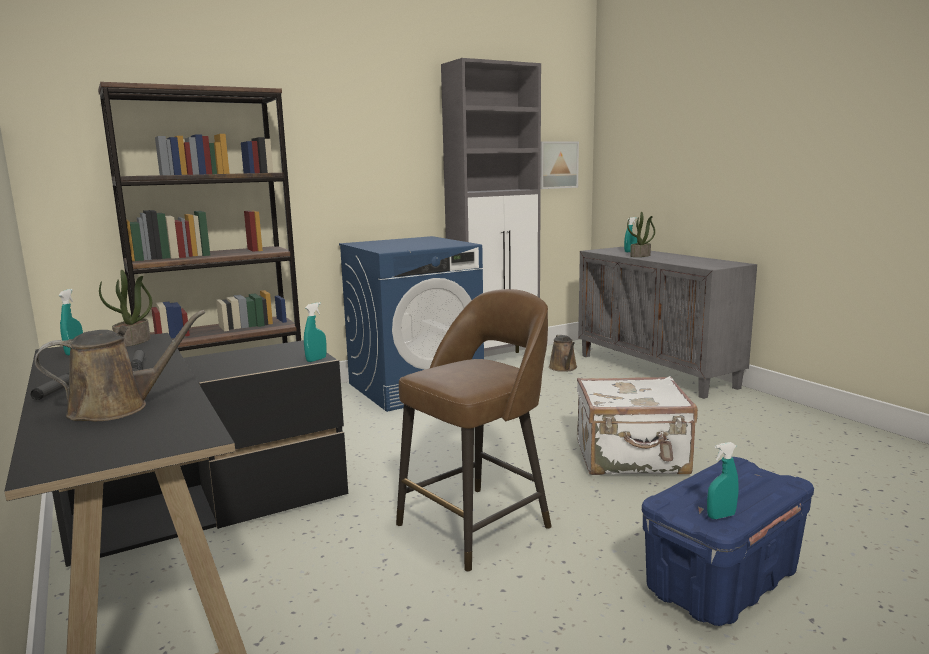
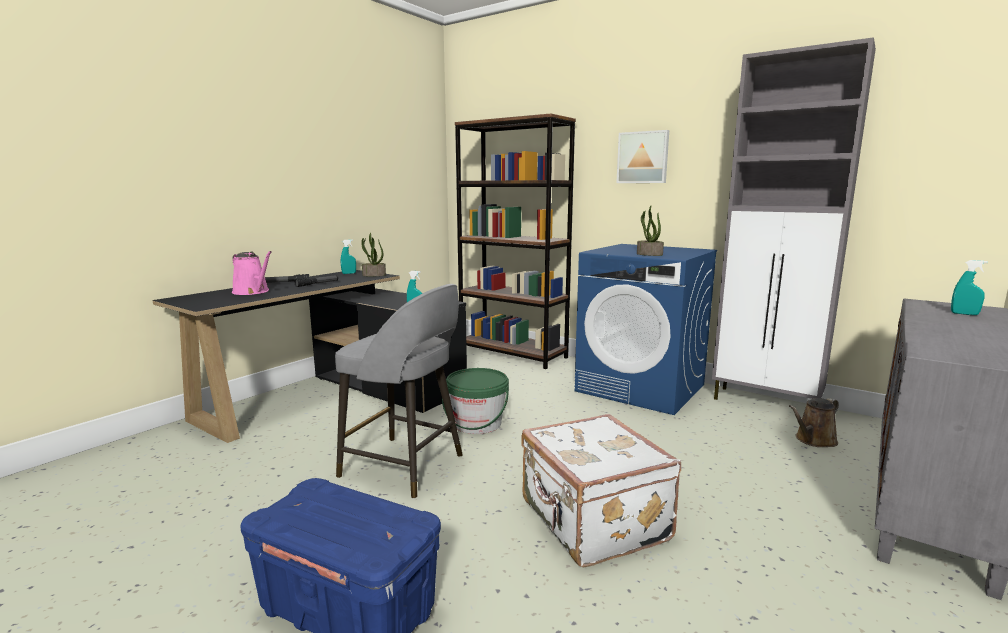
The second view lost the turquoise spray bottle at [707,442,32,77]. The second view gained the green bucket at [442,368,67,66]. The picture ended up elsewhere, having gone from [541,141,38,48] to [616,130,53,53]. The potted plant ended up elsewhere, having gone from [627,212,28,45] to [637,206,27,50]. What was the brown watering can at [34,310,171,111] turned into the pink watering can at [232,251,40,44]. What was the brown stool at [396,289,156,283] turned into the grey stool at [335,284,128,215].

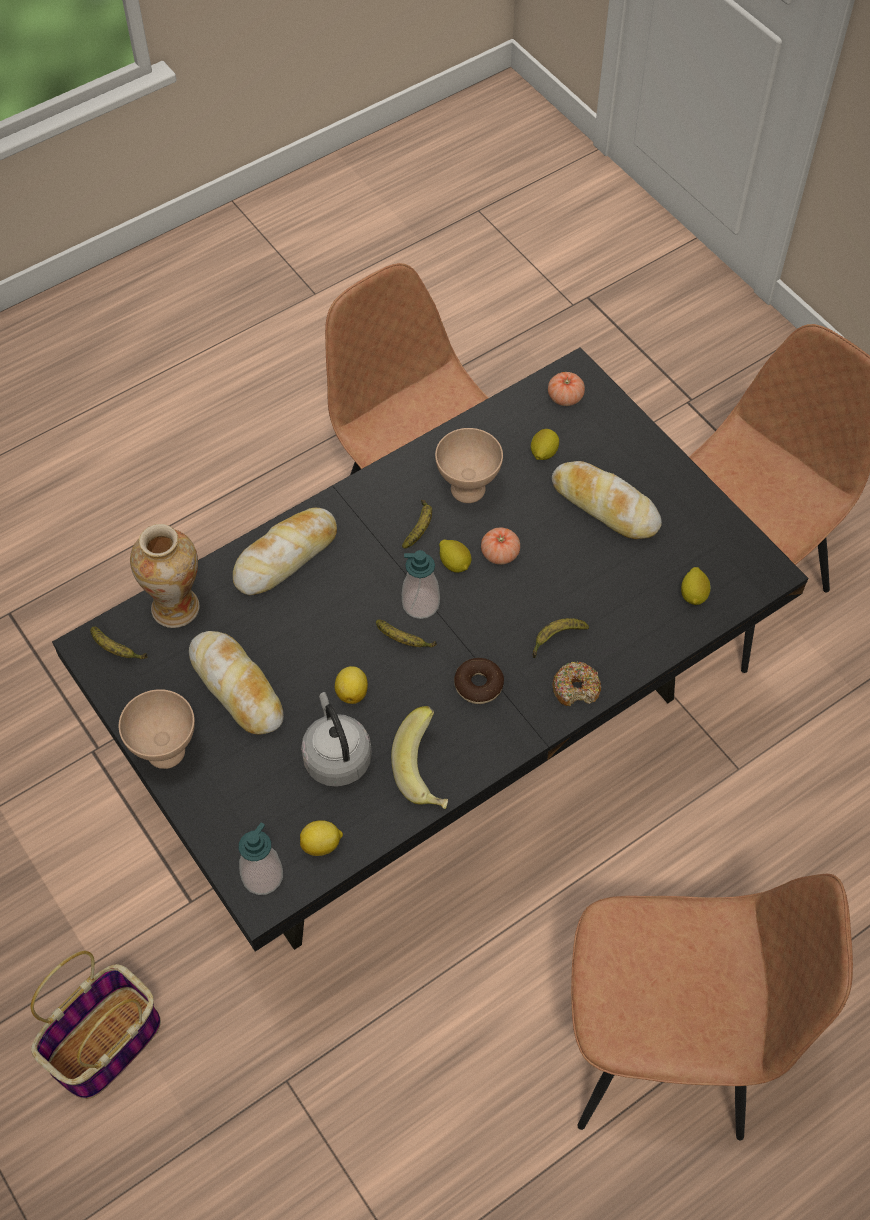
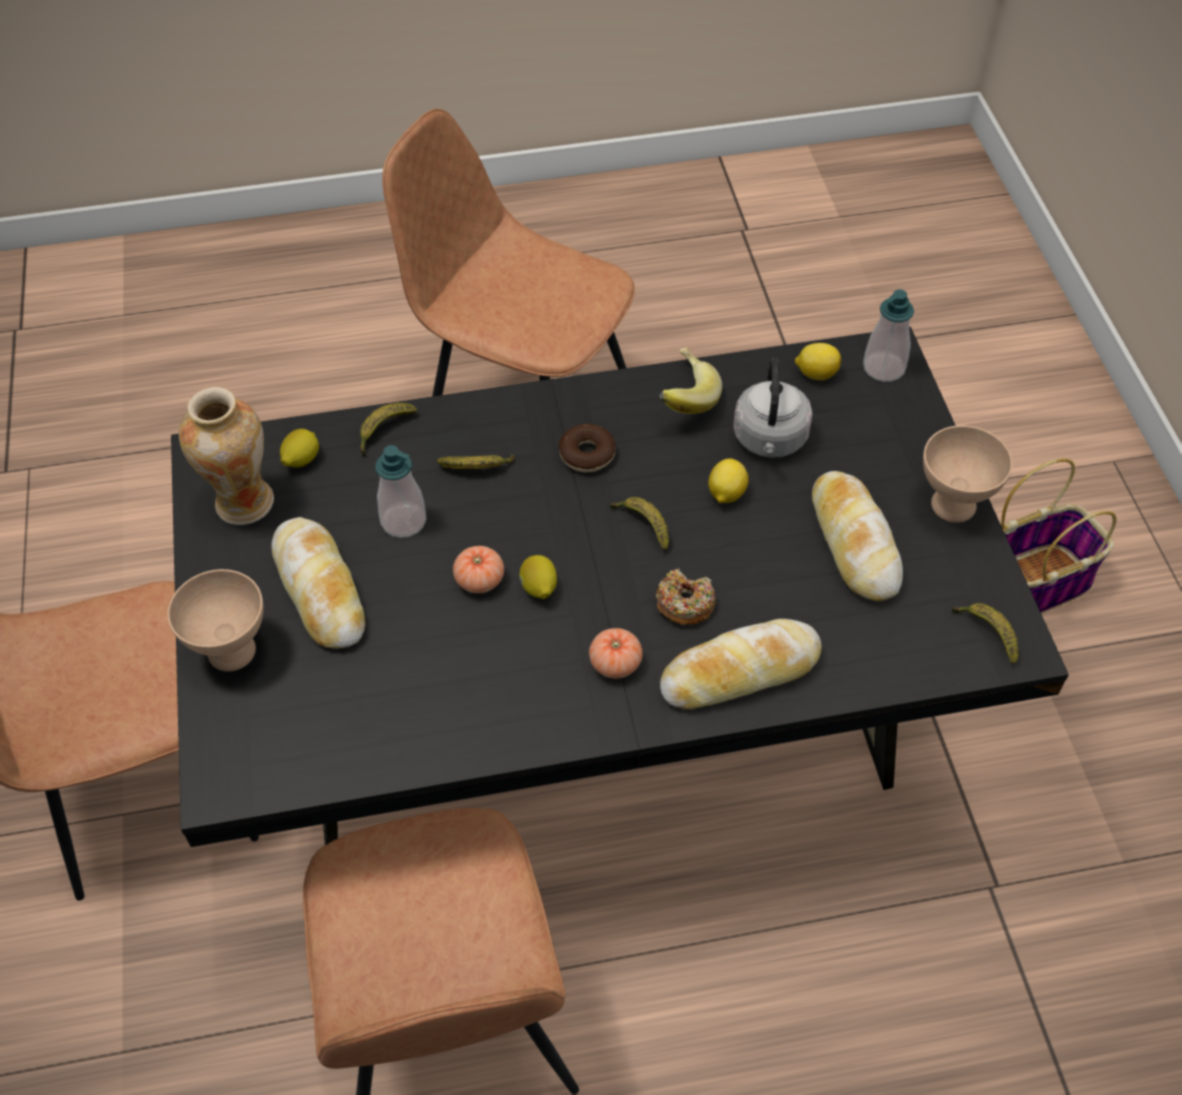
The second view lost the lemon at [531,429,28,31]. The vase ended up elsewhere, having gone from [130,524,69,104] to [179,387,95,138]. The banana ended up elsewhere, having gone from [402,500,30,49] to [360,403,58,53]. The soap dispenser ended up elsewhere, having gone from [402,550,38,69] to [375,445,51,93]. The beige bowl ended up elsewhere, having gone from [435,428,68,75] to [167,569,97,102]. The tomato ended up elsewhere, having gone from [548,372,37,34] to [589,628,54,50]. The donut ended up elsewhere, having gone from [552,661,49,45] to [656,568,60,57].

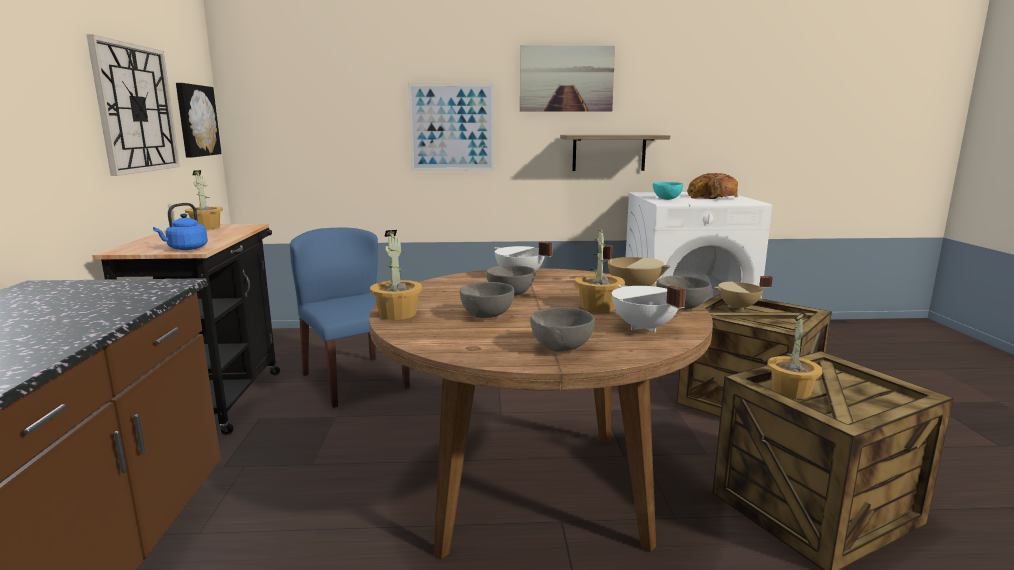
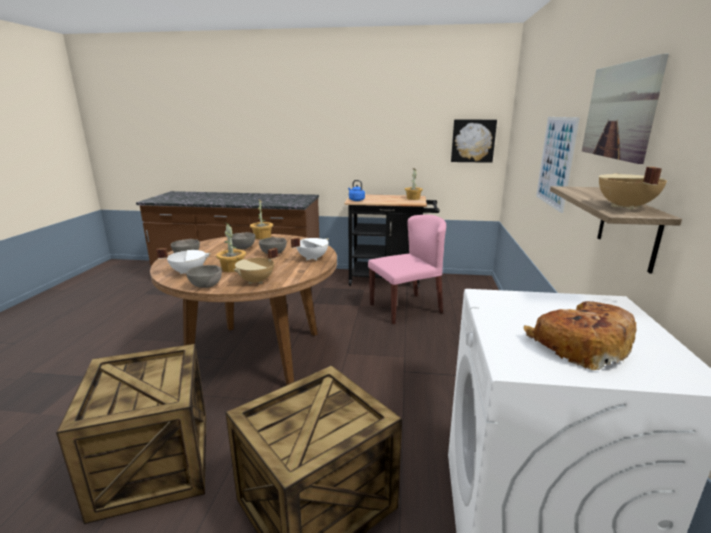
The second view lost the wall clock at [87,35,93,141]. The second view lost the turquoise bowl at [653,182,30,18]. The second view lost the potted plant at [767,312,56,87]. The beige cooking pot ended up elsewhere, having gone from [714,276,59,35] to [599,167,68,43]. What was the blue chair at [290,227,120,181] turned into the pink chair at [368,215,78,109].

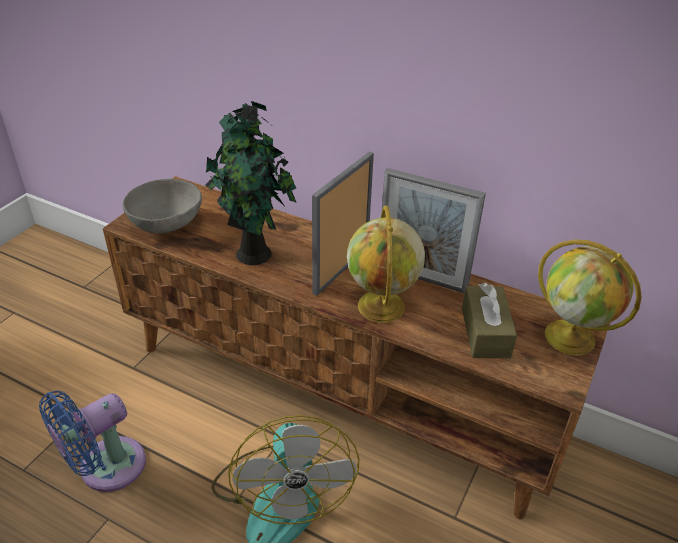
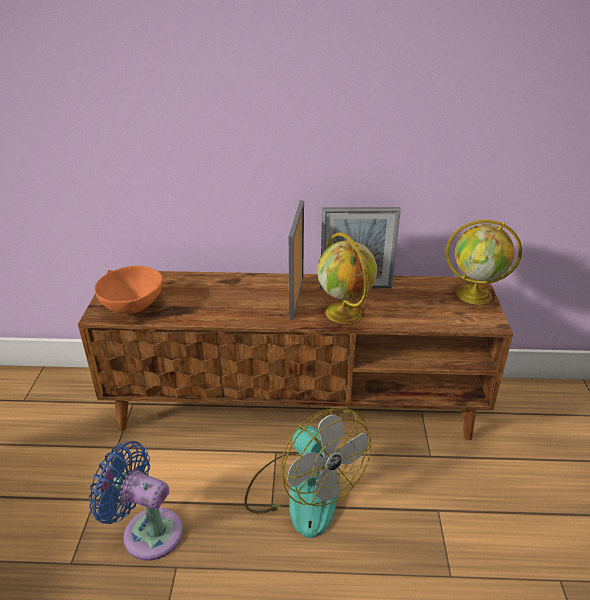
The second view lost the potted plant at [205,101,92,164]. The second view lost the brown tissue box at [462,283,55,75]. What was the grey bowl at [123,179,79,55] turned into the orange bowl at [95,266,68,48]. The blue fan at [39,391,107,101] ended up facing another way, 90 degrees clockwise from before.

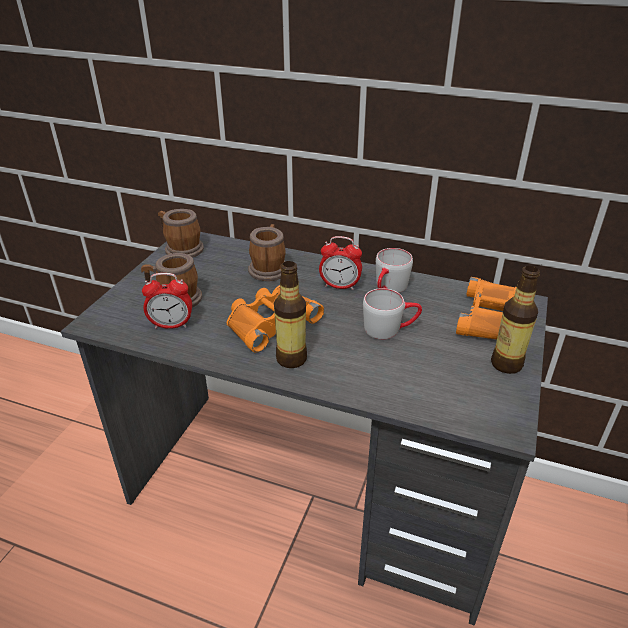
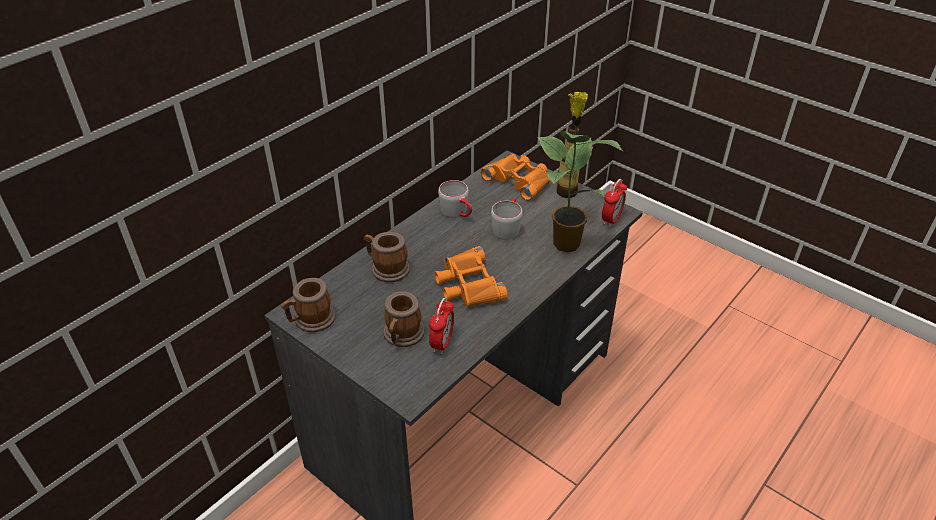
The second view lost the bottle at [274,261,33,107]. The second view gained the potted plant at [537,91,86,161]. The alarm clock ended up elsewhere, having gone from [319,236,43,54] to [602,179,25,48].

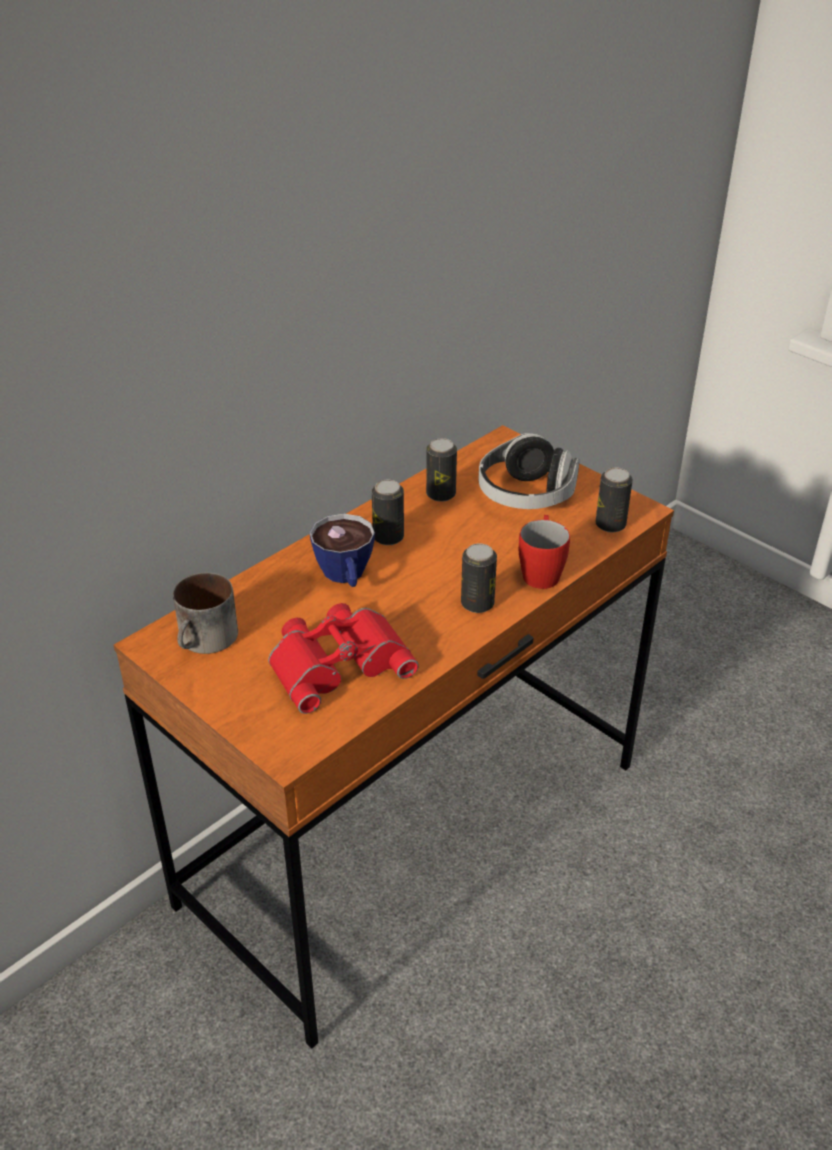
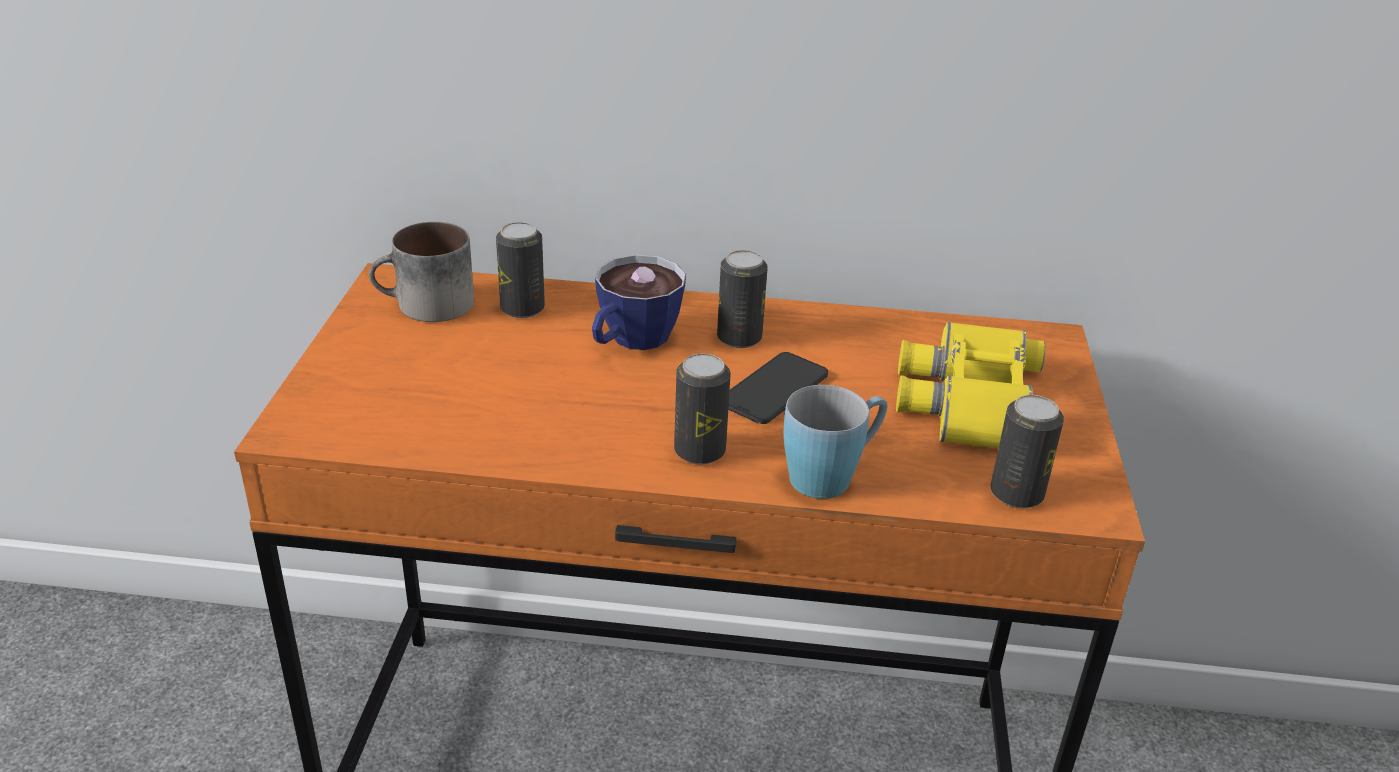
The second view lost the red binoculars at [268,603,151,111]. The second view gained the phone at [728,352,100,72]. The can ended up elsewhere, having gone from [426,438,31,64] to [496,222,49,96]. Where the headphones stood at [479,433,100,76], the yellow binoculars came to stand at [896,322,150,126]. What was the red mug at [519,515,51,74] turned into the blue mug at [783,385,104,114].

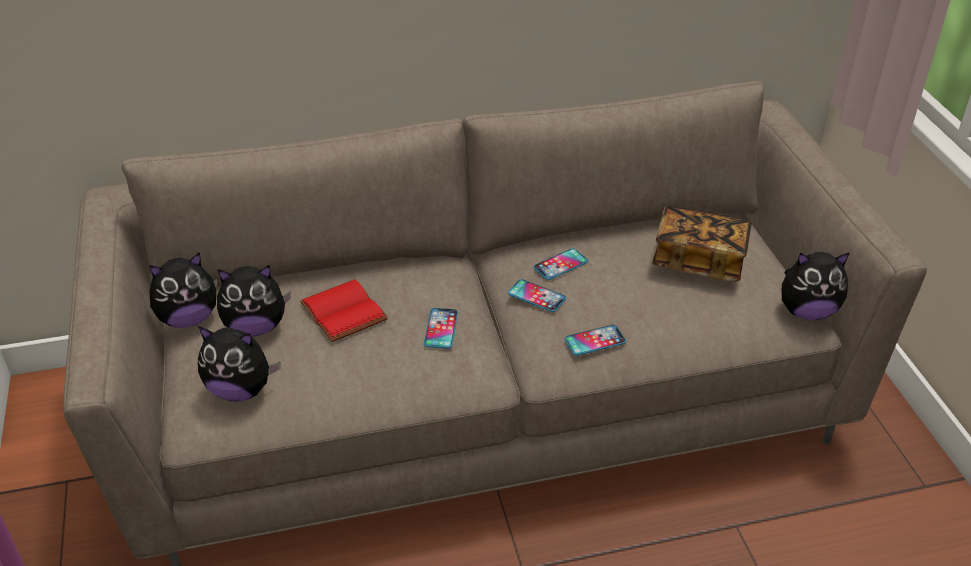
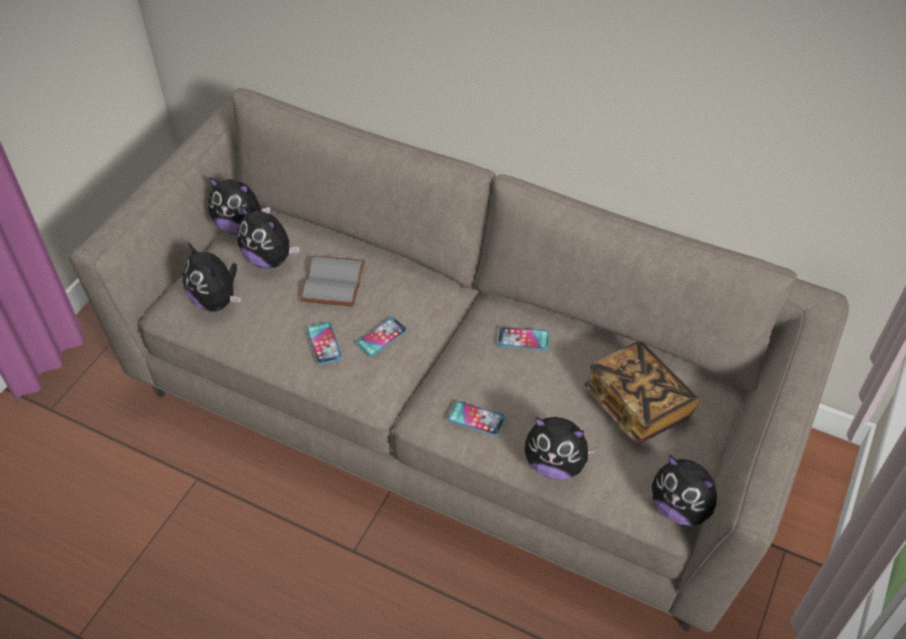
The second view gained the plush toy at [525,417,72,63]. The phone ended up elsewhere, having gone from [508,279,58,33] to [307,322,35,43]. What was the red book at [300,279,88,63] turned into the grey book at [300,256,65,50].

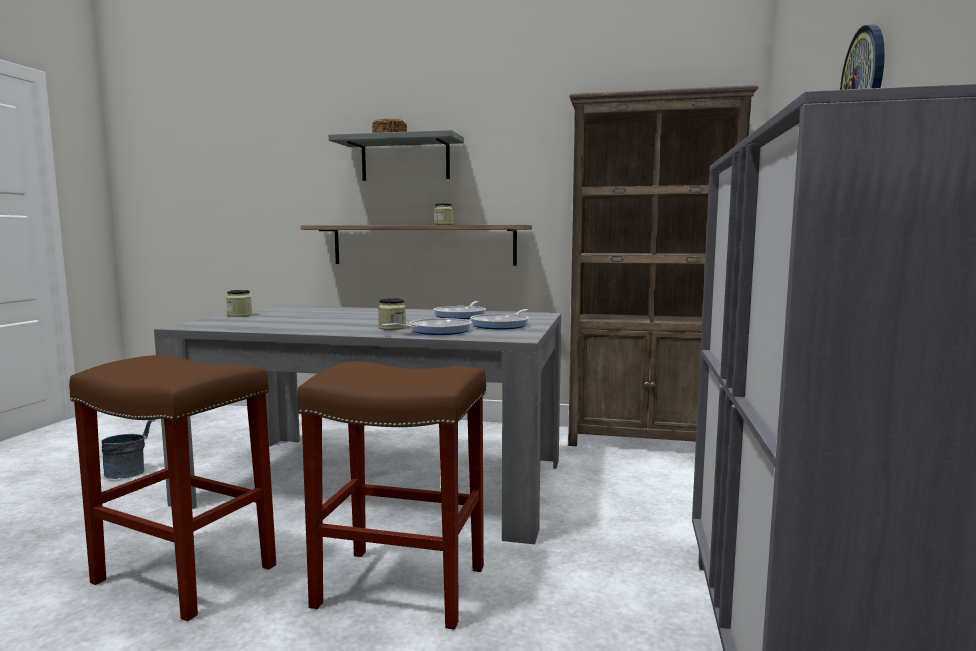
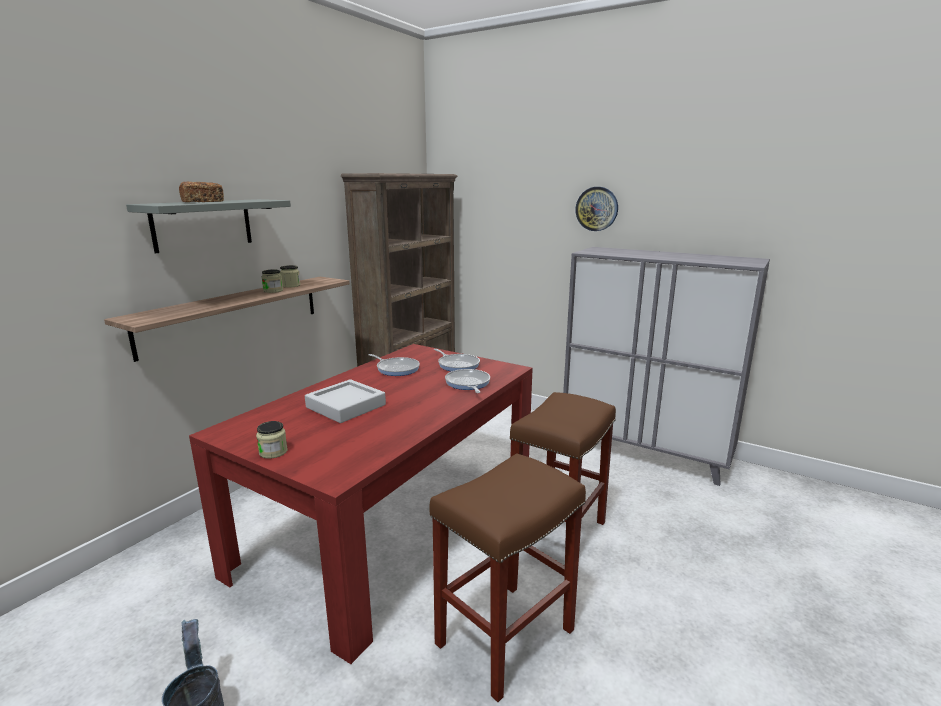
The second view gained the grey tray at [305,379,81,44]. The jar ended up elsewhere, having gone from [378,298,28,32] to [280,265,20,23]. What was the grey dining table at [154,305,407,239] turned into the red dining table at [189,344,344,320].

